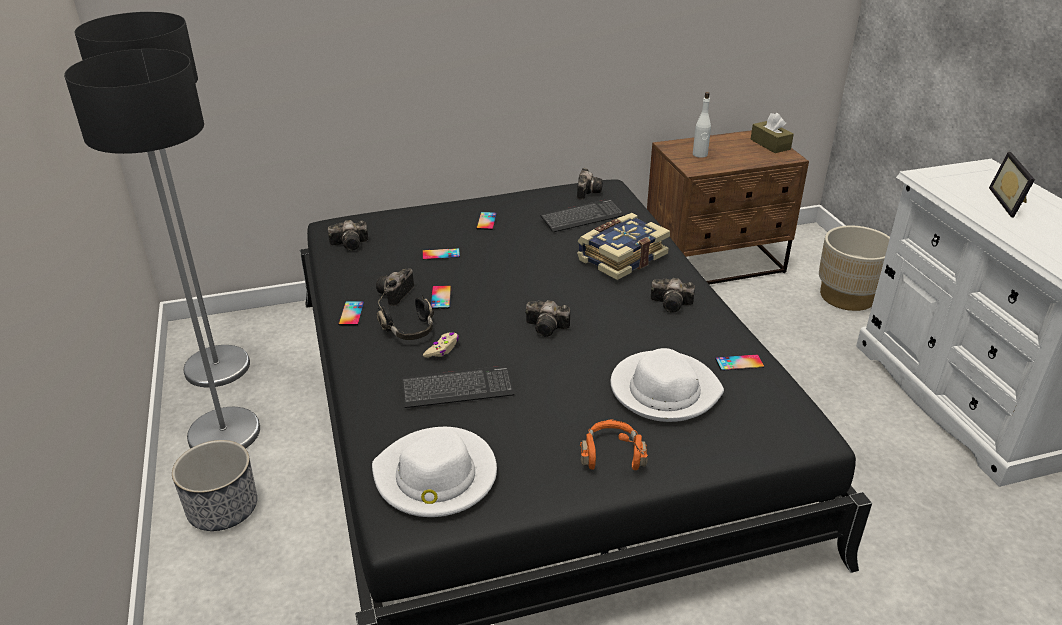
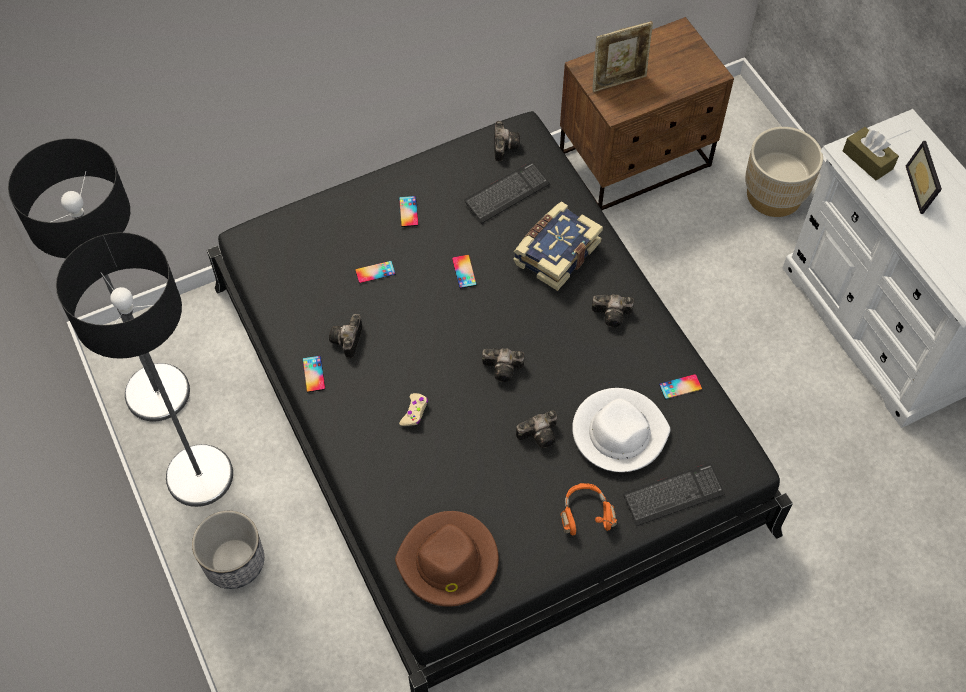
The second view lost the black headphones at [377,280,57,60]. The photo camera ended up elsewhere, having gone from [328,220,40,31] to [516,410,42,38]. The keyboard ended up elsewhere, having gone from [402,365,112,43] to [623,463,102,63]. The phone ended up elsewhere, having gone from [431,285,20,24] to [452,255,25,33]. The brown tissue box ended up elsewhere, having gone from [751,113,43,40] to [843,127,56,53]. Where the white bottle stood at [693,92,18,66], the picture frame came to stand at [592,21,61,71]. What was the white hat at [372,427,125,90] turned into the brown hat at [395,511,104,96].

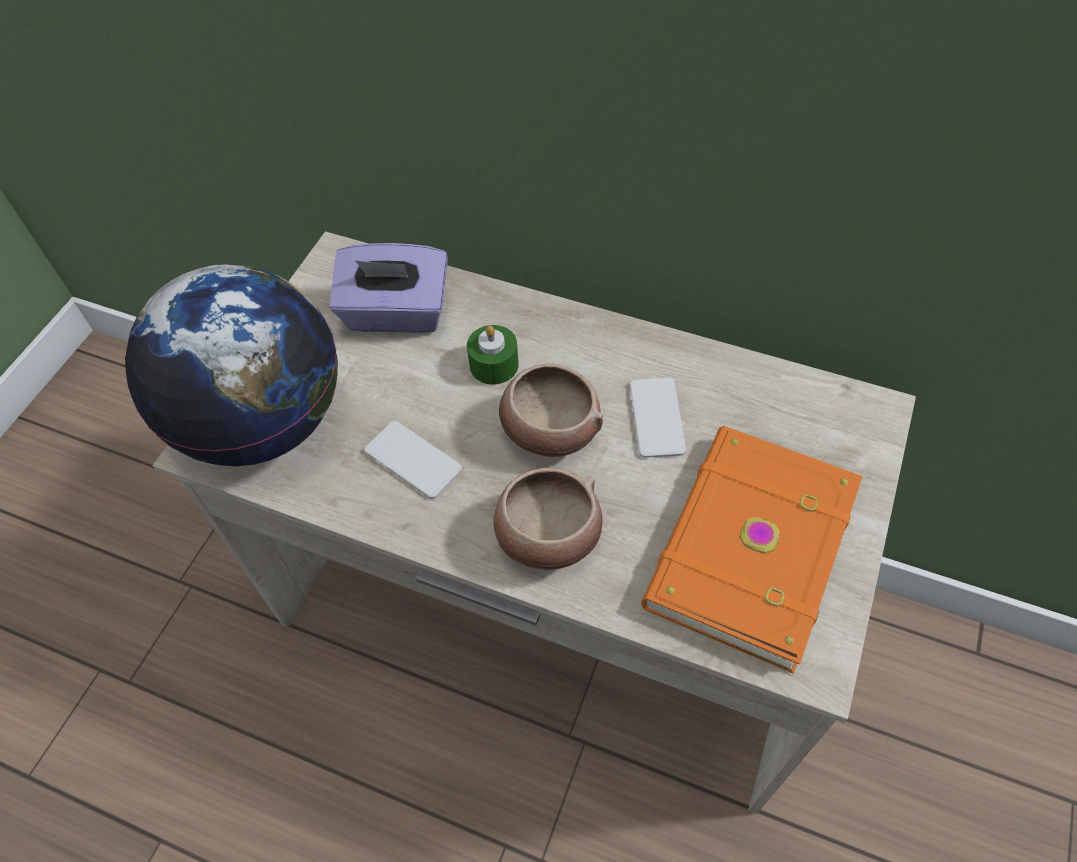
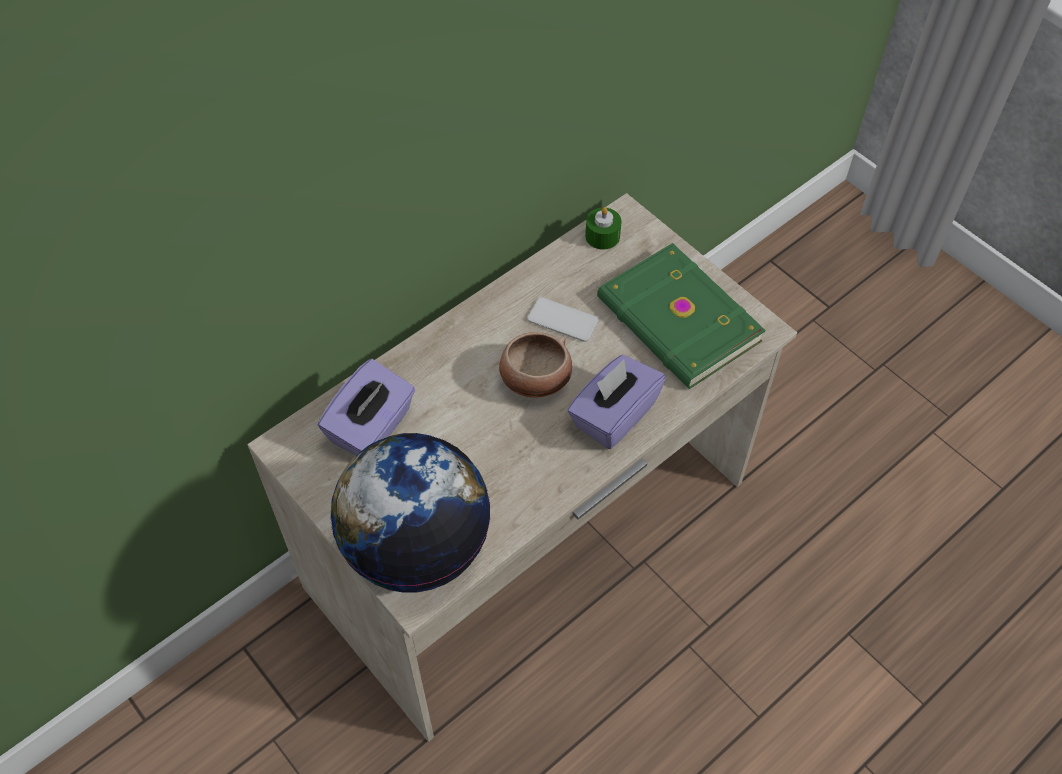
The second view lost the phone at [365,421,97,78]. The green candle ended up elsewhere, having gone from [467,325,52,60] to [585,207,36,43]. Where the bowl stood at [493,468,109,102], the purple tissue box came to stand at [567,355,99,94]. What was the orange book at [641,426,222,248] turned into the green book at [597,243,169,146].

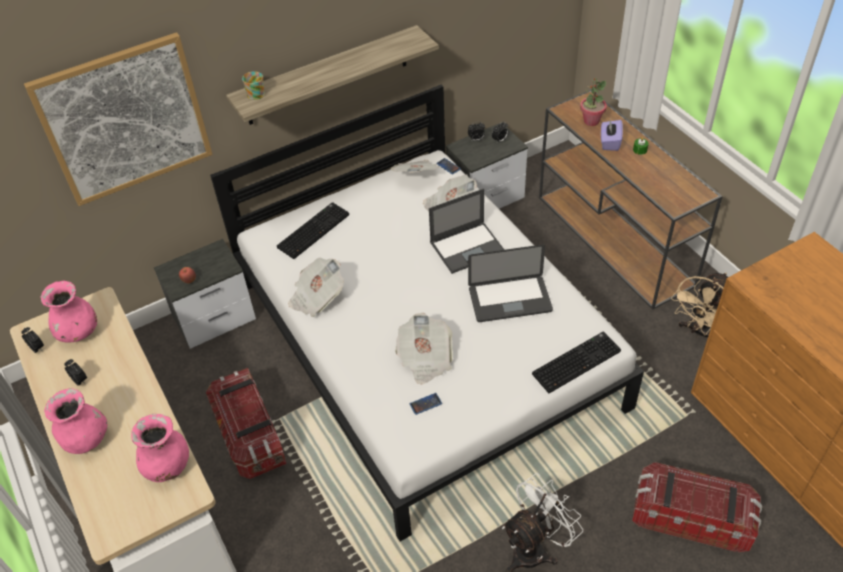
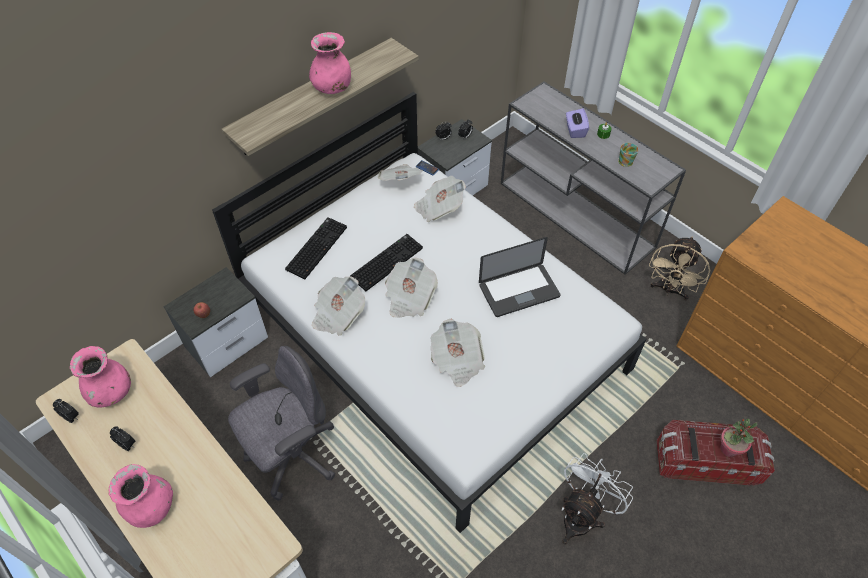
The second view lost the picture at [24,32,189,174]. The second view lost the phone at [410,393,32,22]. The second view lost the laptop at [429,188,75,86]. The second view gained the newspaper at [385,258,53,60]. The pink vase ended up elsewhere, having gone from [131,414,58,68] to [309,32,42,62]. The mug ended up elsewhere, having gone from [242,71,23,29] to [618,143,21,24]. The keyboard ended up elsewhere, having gone from [532,331,89,62] to [350,234,73,57]. The potted plant ended up elsewhere, having gone from [580,78,27,48] to [720,419,37,38]. Where the storage box stood at [206,368,81,111], the grey office chair came to stand at [228,346,107,155]. What was the brown console table at [539,90,184,219] turned into the grey console table at [501,82,185,193].

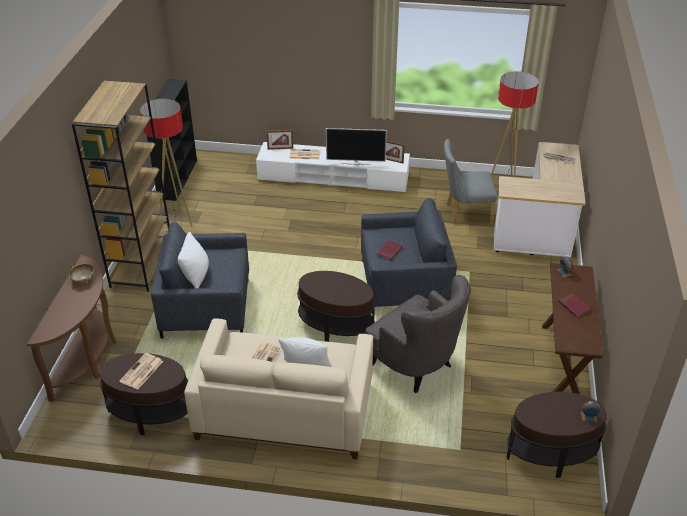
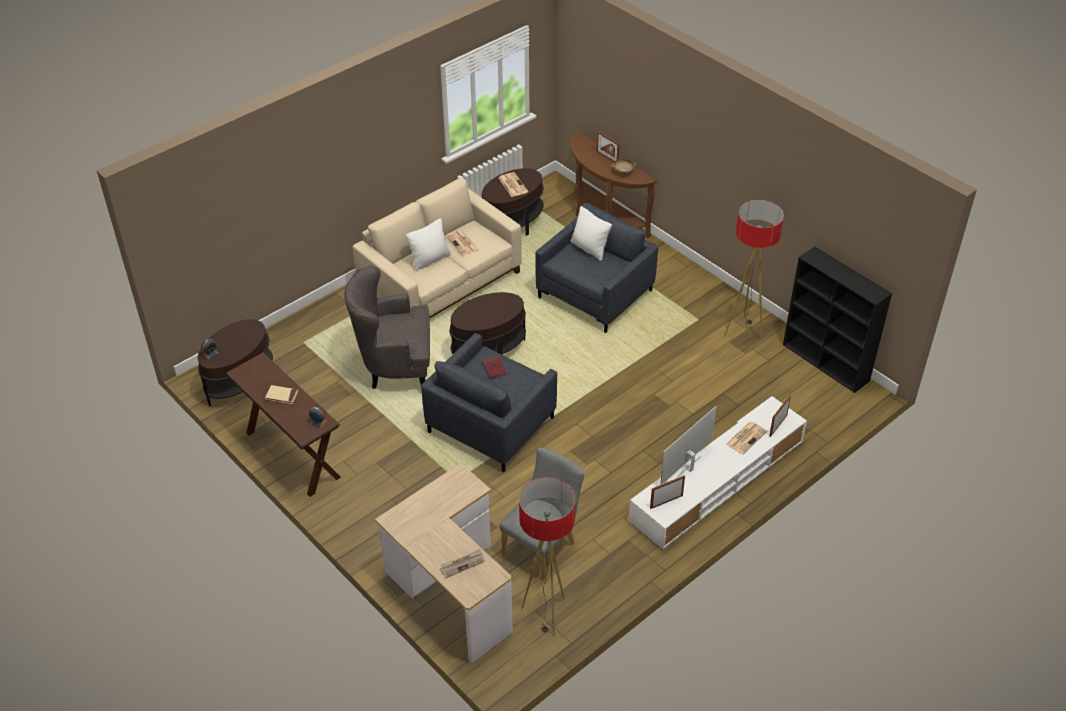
The second view lost the brown bookcase at [72,81,97,211]. The second view gained the picture frame at [596,131,24,31]. What was the red book at [558,293,32,24] turned into the beige book at [265,385,33,19].

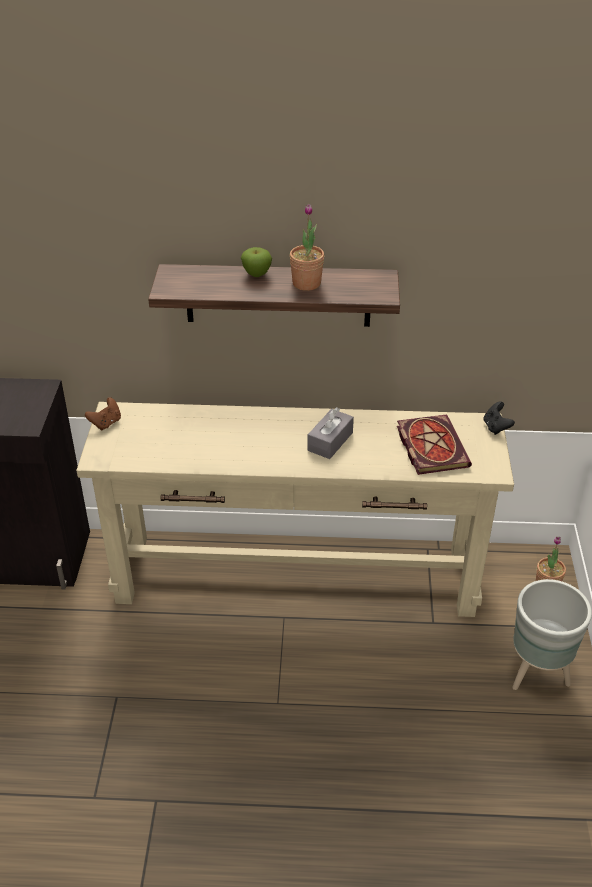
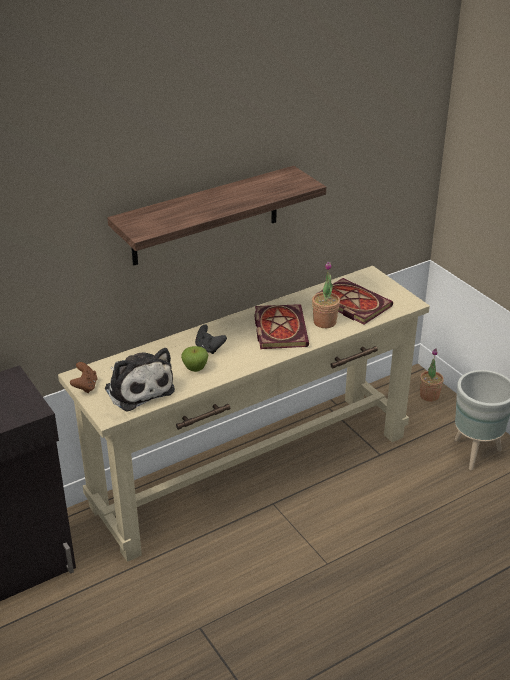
The second view gained the plush toy at [105,348,70,64]. The apple ended up elsewhere, having gone from [241,247,31,30] to [181,346,27,26]. The potted plant ended up elsewhere, having gone from [290,204,34,87] to [312,262,28,66]. The black game controller ended up elsewhere, having gone from [483,402,32,33] to [195,325,32,29]. Where the grey tissue box stood at [307,407,47,52], the book came to stand at [254,304,55,45].

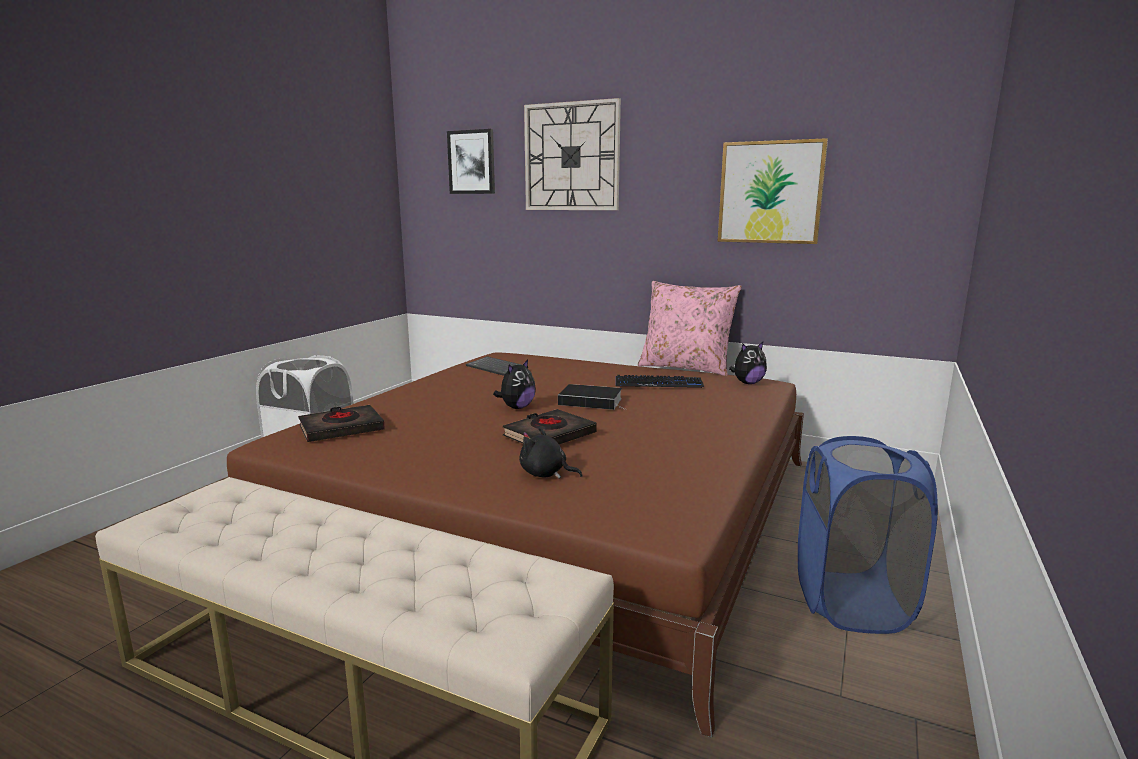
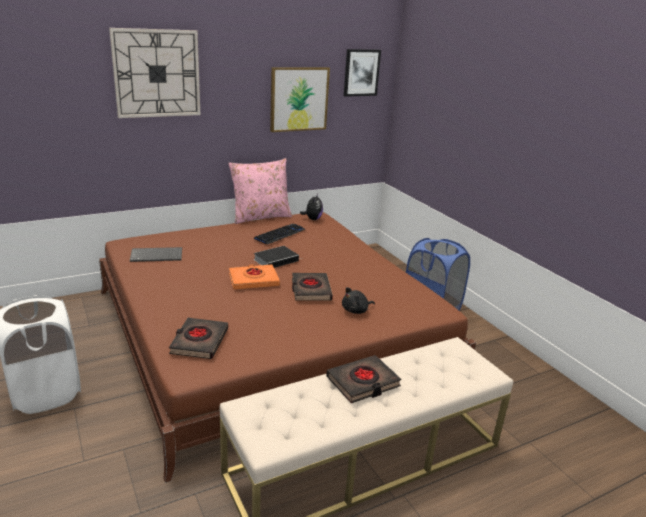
The second view gained the black book at [326,355,75,48]. The picture ended up elsewhere, having gone from [447,129,48,65] to [344,49,37,48]. Where the plush toy stood at [493,359,43,50], the orange book came to stand at [229,264,51,25].

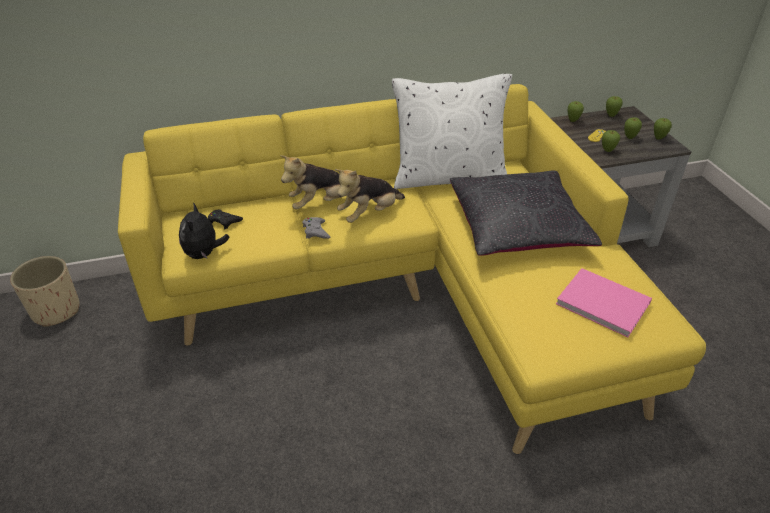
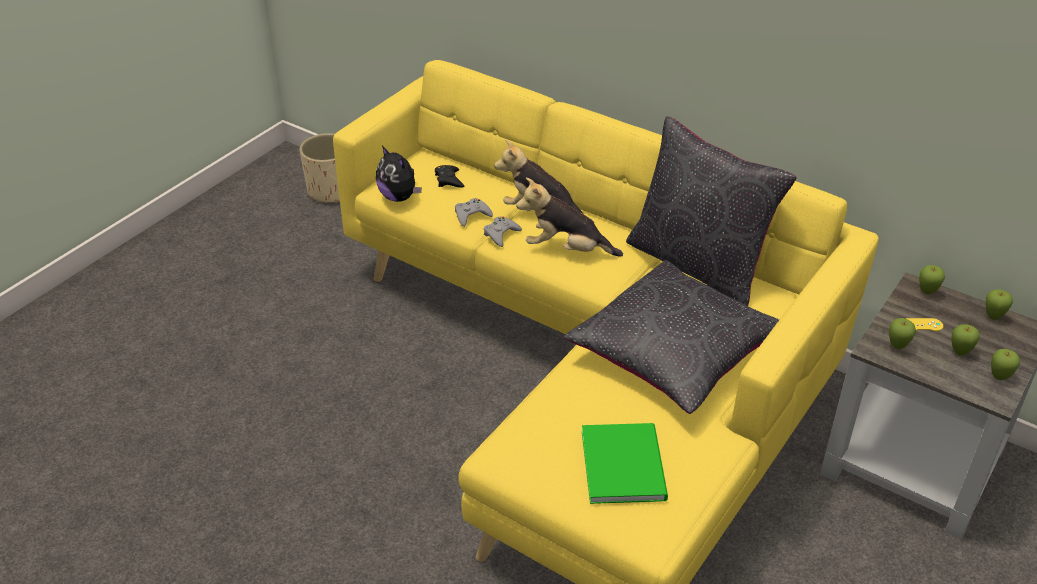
The second view gained the grey game controller at [455,198,38,29]. What was the white pillow at [392,74,120,115] turned into the black pillow at [626,116,171,190]. What was the pink book at [556,268,96,69] turned into the green book at [582,423,86,81]. The plush toy at [179,202,50,57] ended up facing another way, 90 degrees counterclockwise from before.

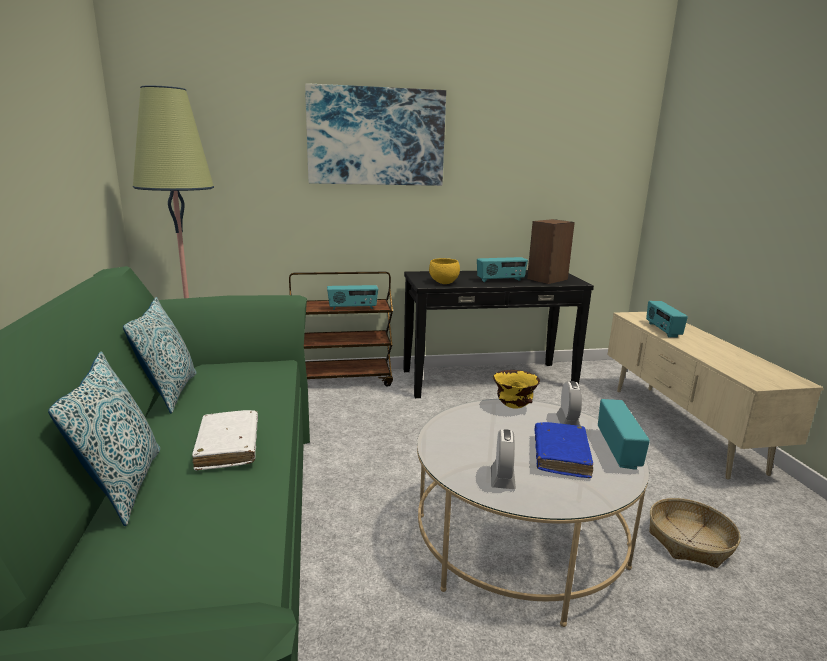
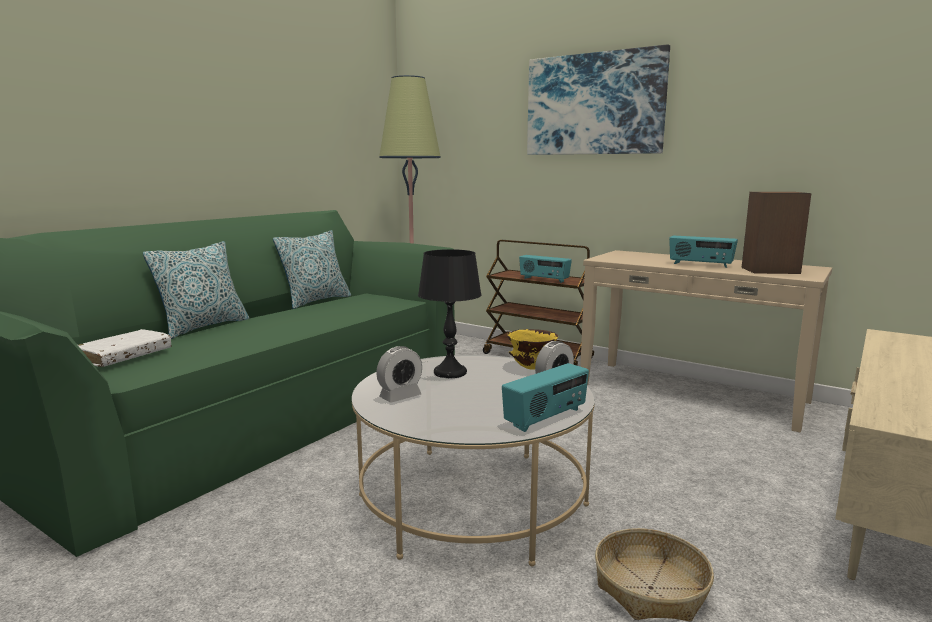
The second view lost the yellow bowl at [429,258,31,26]. The second view lost the blue book at [534,422,59,56]. The second view lost the radio at [646,301,42,37]. The second view gained the black table lamp at [418,249,64,129]. The white book ended up elsewhere, having gone from [192,410,66,61] to [78,329,93,38]. What was the black console table at [403,270,191,128] turned into the beige console table at [580,250,252,183].

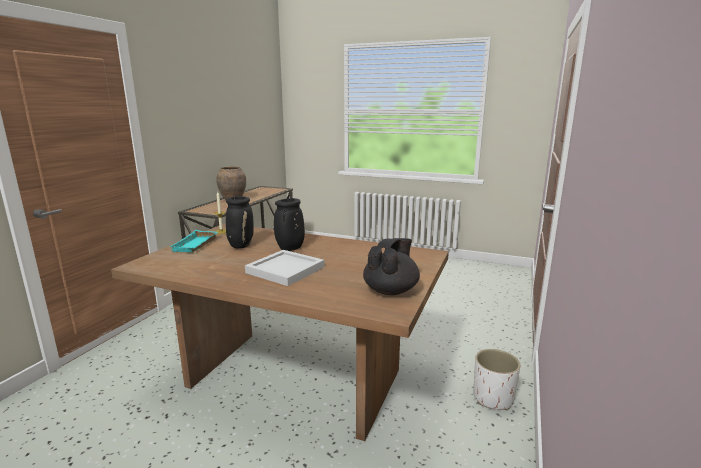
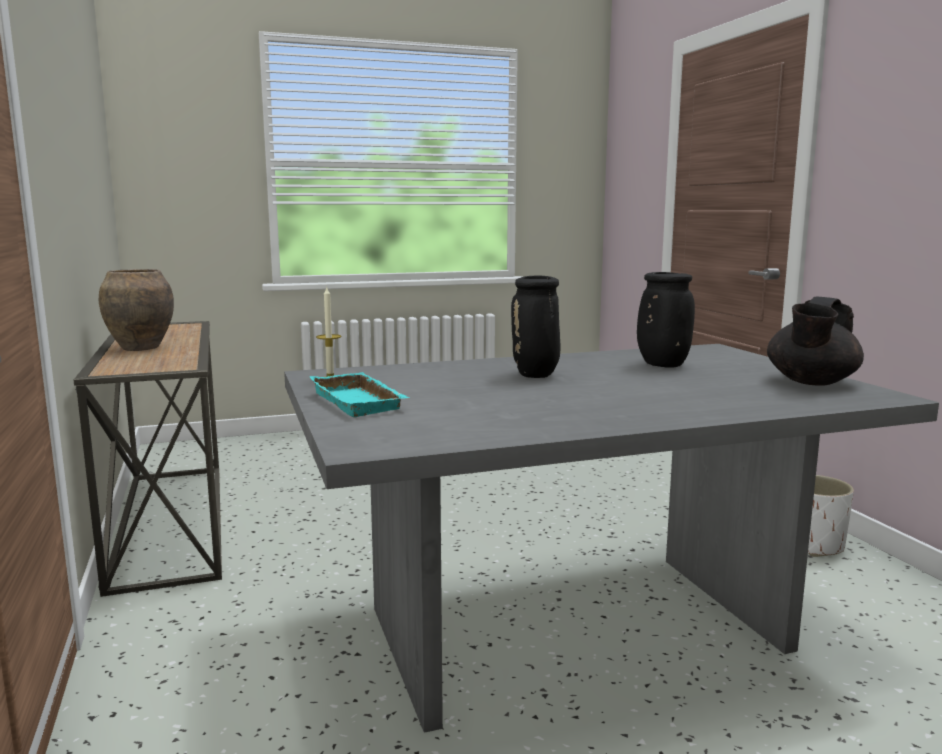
The second view lost the white tray at [245,250,80,36]. The black vase ended up elsewhere, having gone from [226,196,28,52] to [637,272,58,96]. What was the brown dining table at [111,223,338,218] turned into the grey dining table at [284,344,655,389]. The black teapot at [363,238,57,57] ended up facing another way, 135 degrees counterclockwise from before.

